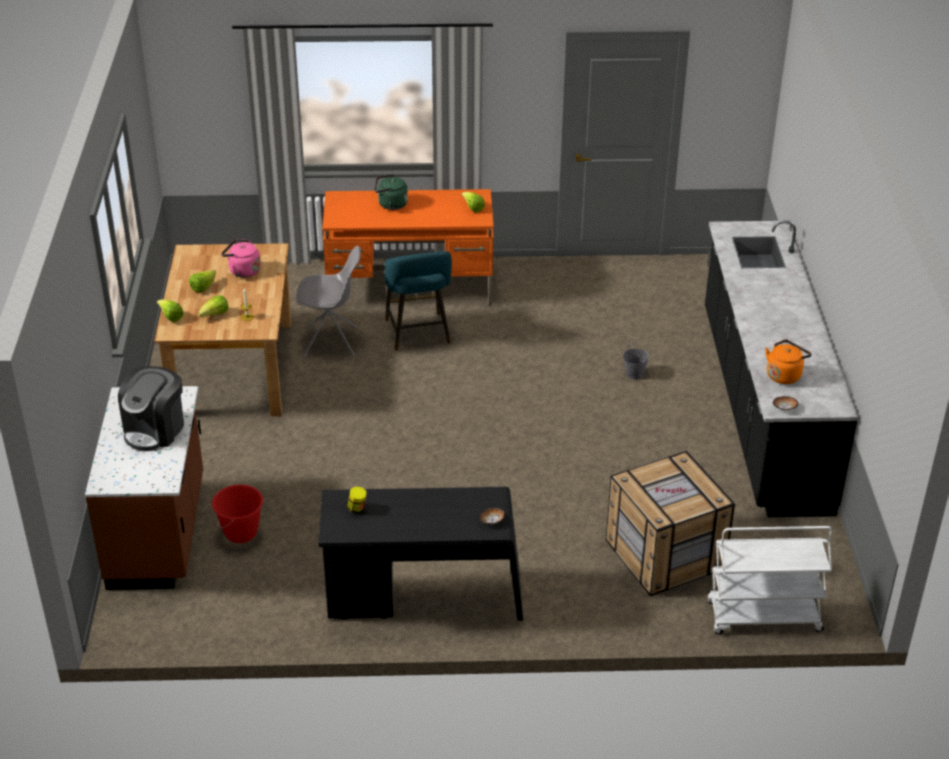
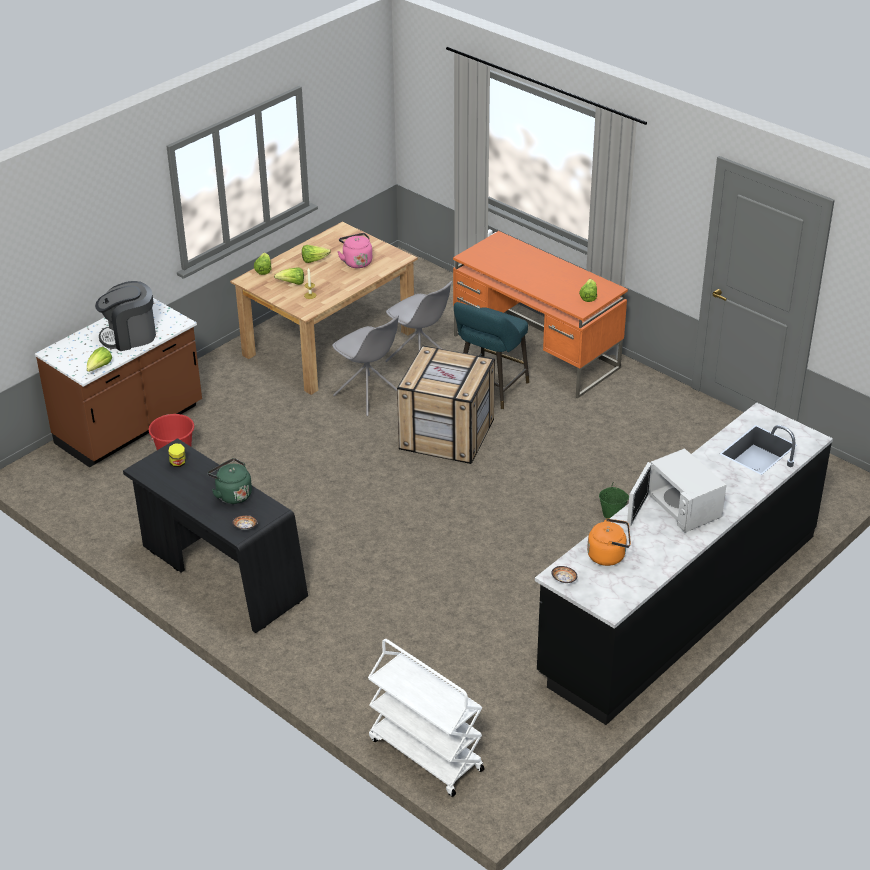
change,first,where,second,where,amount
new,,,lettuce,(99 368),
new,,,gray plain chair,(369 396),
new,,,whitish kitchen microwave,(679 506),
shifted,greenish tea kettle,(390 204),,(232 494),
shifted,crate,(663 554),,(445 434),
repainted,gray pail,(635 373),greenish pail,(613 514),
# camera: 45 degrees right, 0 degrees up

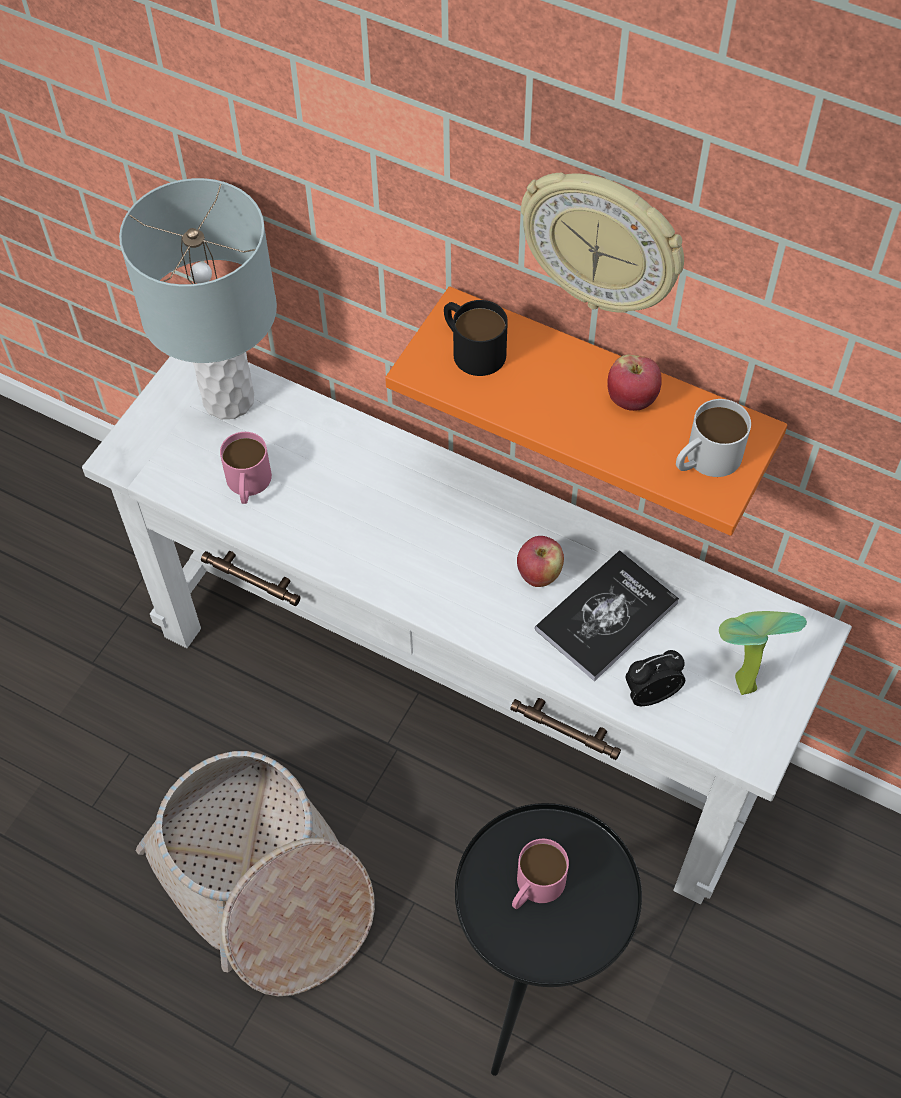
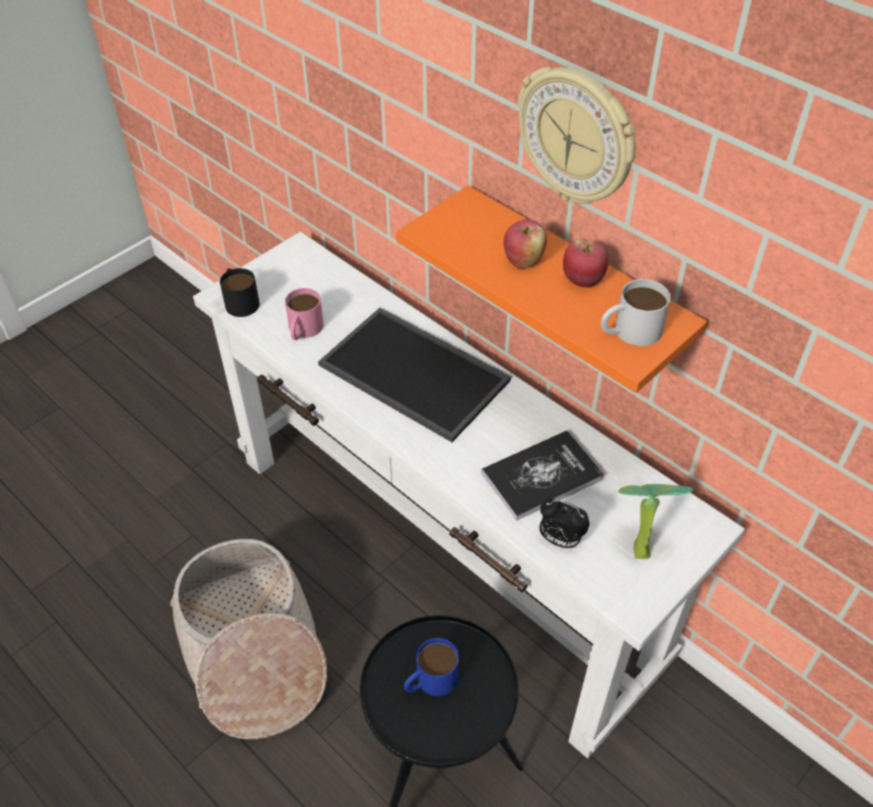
change,first,where,second,where,amount
gone,gray table lamp,(228 398),,,
new,,,tray,(410 374),
shifted,black coffee mug,(472 348),,(240 300),
shifted,apple fruit,(539 574),,(523 261),
repainted,pink-coloured coffee mug,(534 887),blue-coloured coffee mug,(430 681),
rotated,bedside clock,(651 693),,(560 540),150 degrees counterclockwise
# camera: 15 degrees right, 10 degrees down

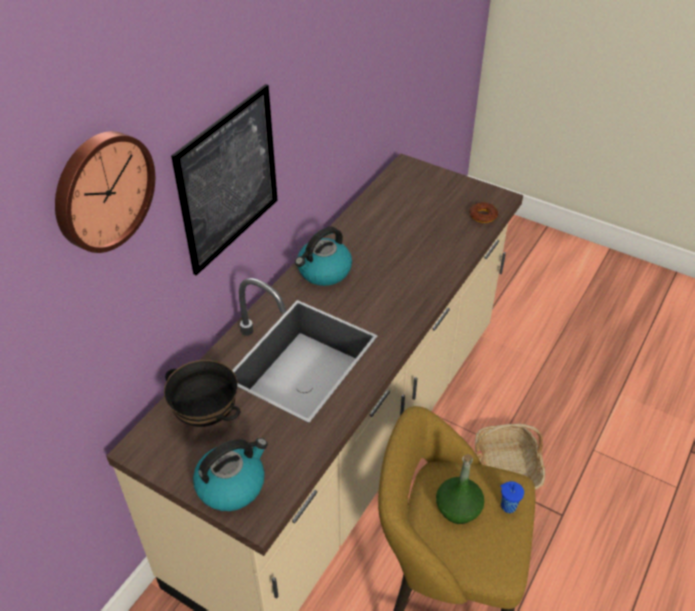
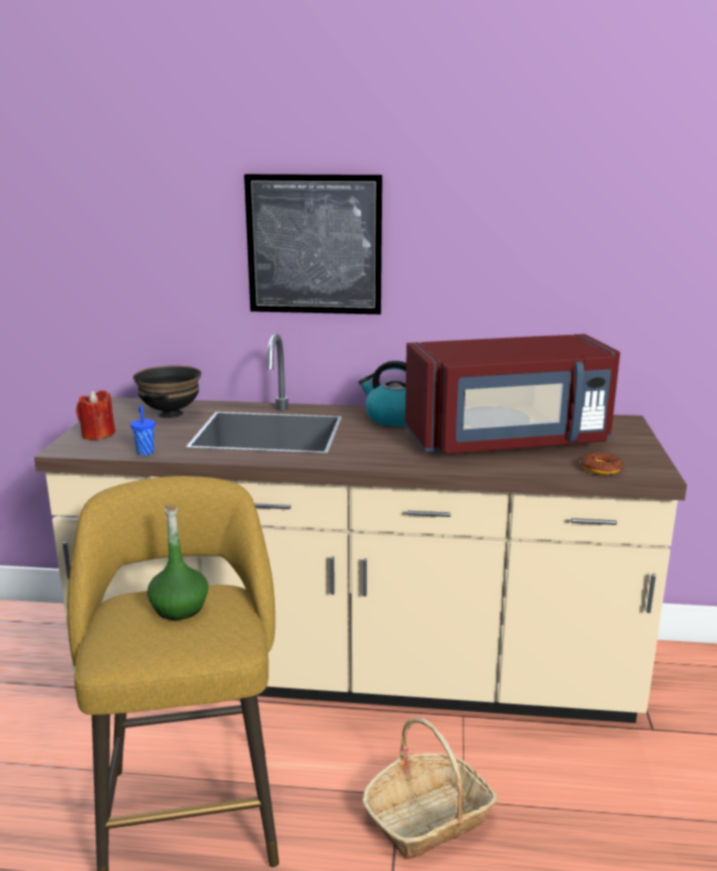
change,first,where,second,where,amount
gone,clock on the wall,(102 190),,,
new,,,red kitchen microwave,(508 441),
shifted,blue-coloured cup,(507 506),,(145 452),
swapped,tea kettle,(232 484),red wax light,(98 435),
# camera: 65 degrees right, 25 degrees down

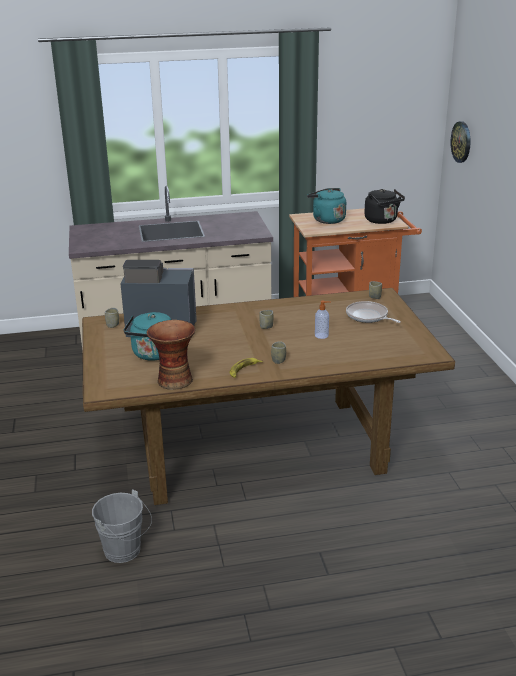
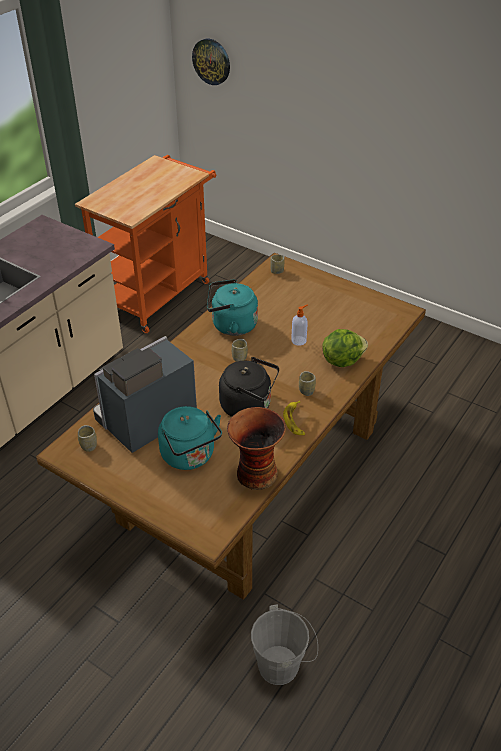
change,first,where,second,where,amount
gone,skillet,(368 316),,,
new,,,lettuce,(342 360),
shifted,blue-green tea kettle,(327 220),,(231 325),
shifted,black tea kettle,(382 221),,(249 406),
# camera: 45 degrees left, 15 degrees up

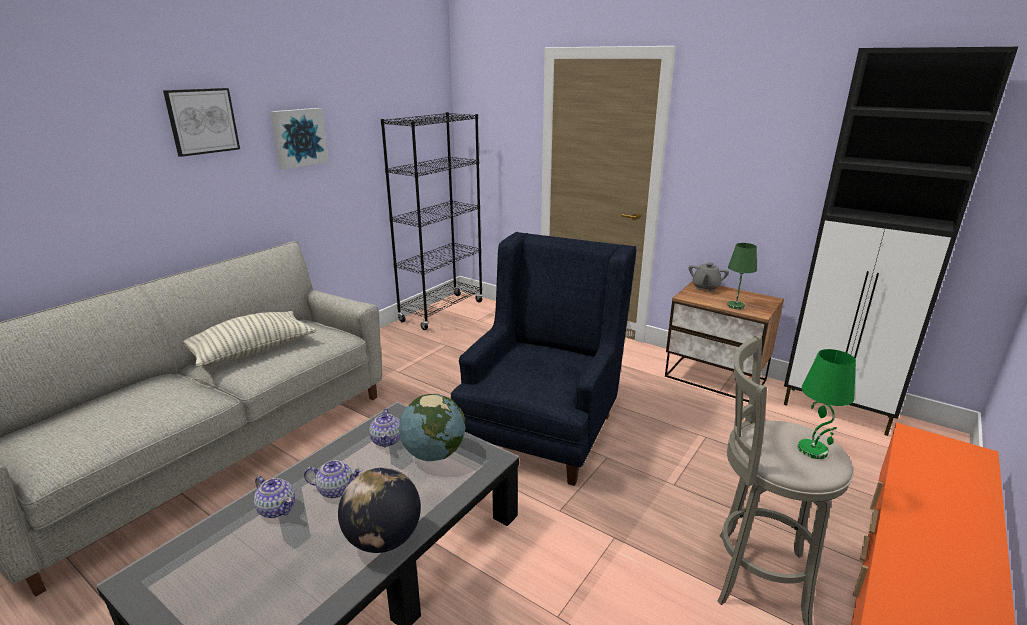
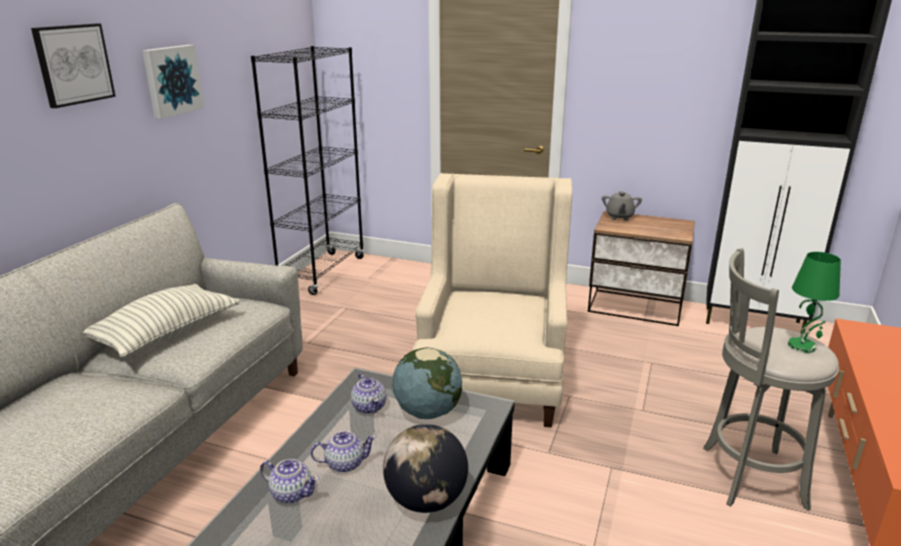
change,first,where,second,where,amount
gone,greenish table lamp,(735 305),,,
repainted,blue-coloured armchair,(543 426),beige-coloured armchair,(492 375),
# camera: 15 degrees left, 0 degrees up

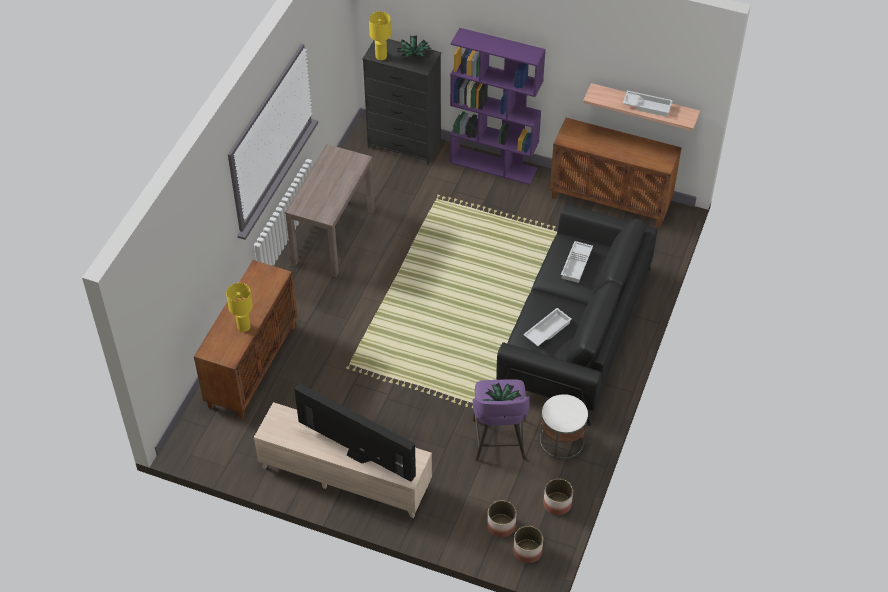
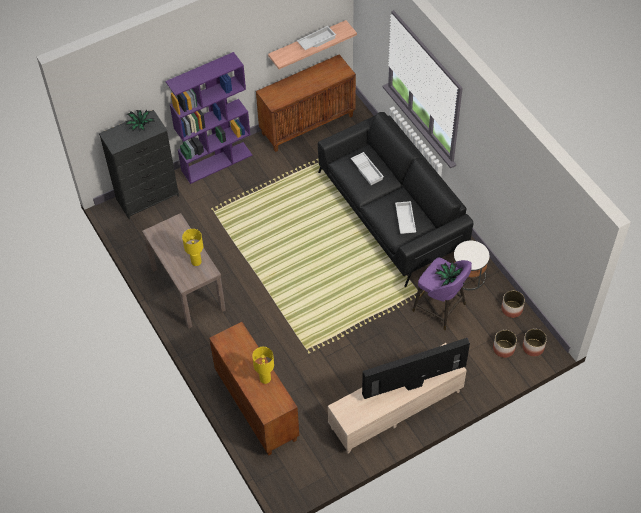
change,first,where,second,where,amount
shifted,yellow table lamp,(381 57),,(196 262),
# camera: 50 degrees left, 5 degrees up

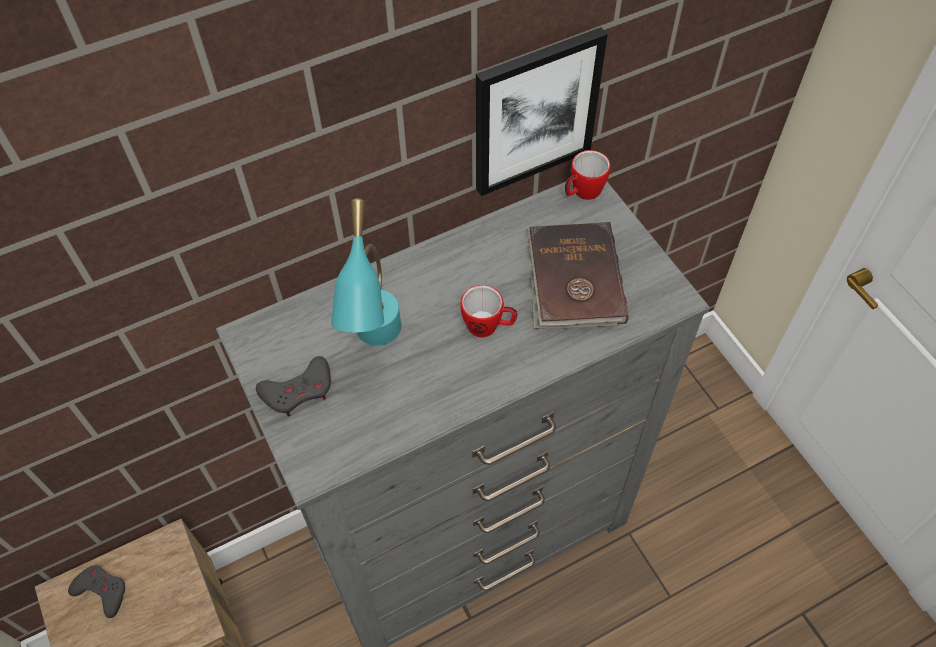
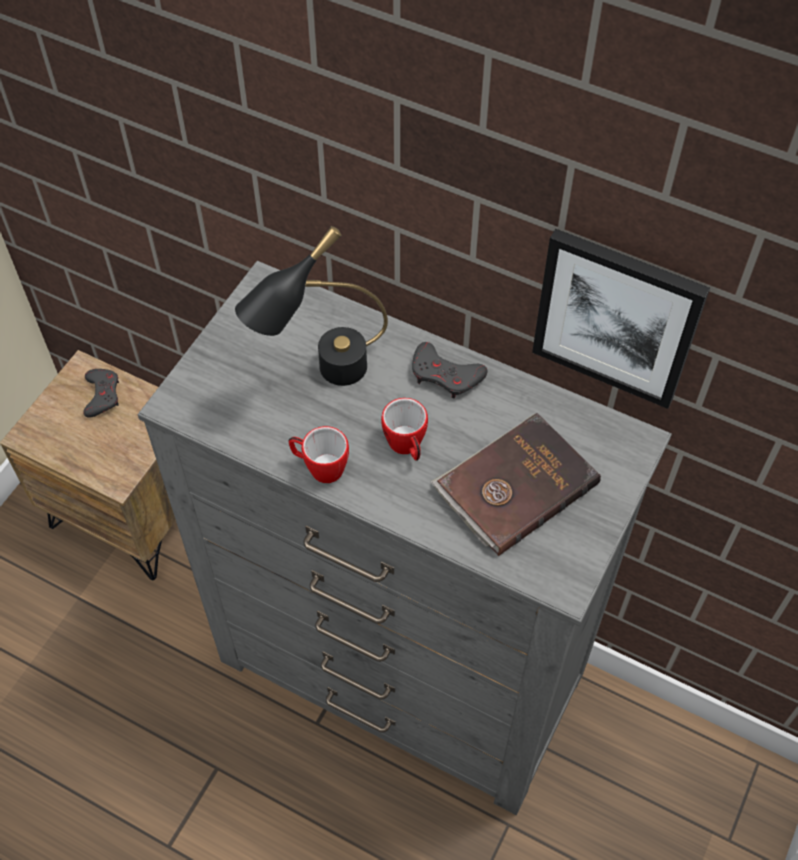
change,first,where,second,where,amount
shifted,gray game controller,(298 390),,(445 375),
shifted,coffee mug,(582 193),,(319 467),
repainted,blue-green table lamp,(376 345),black table lamp,(322 377),
# camera: 55 degrees right, 0 degrees up

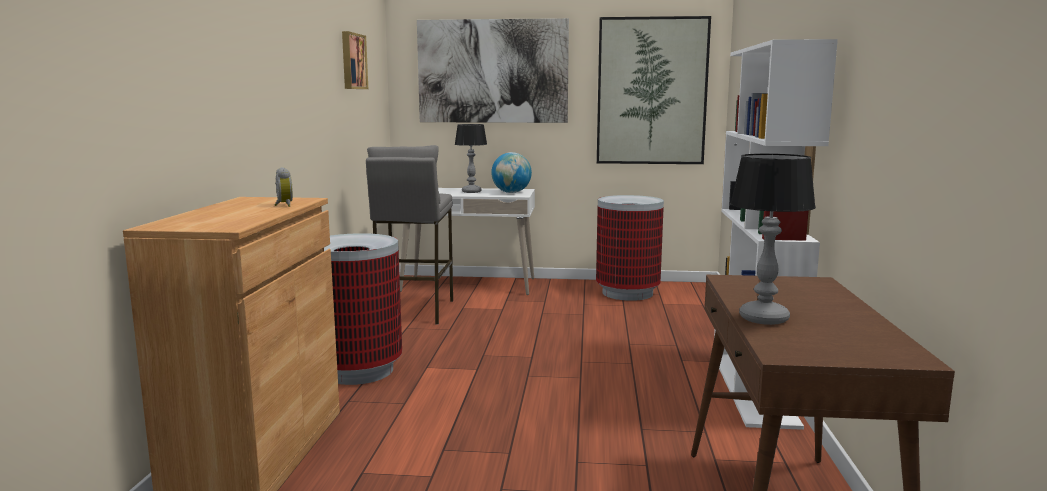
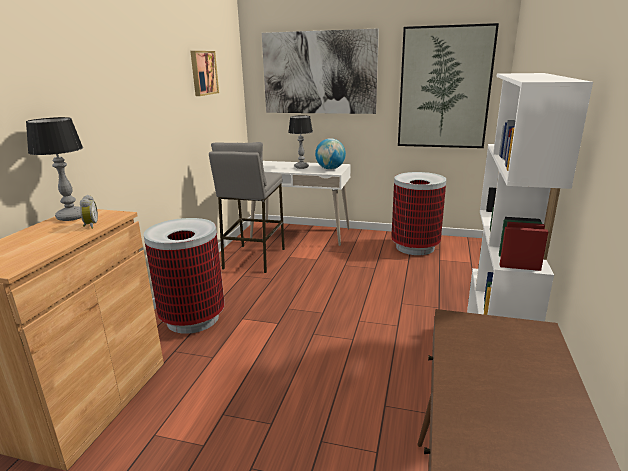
change,first,where,second,where,amount
shifted,table lamp,(765 318),,(72 217),
# camera: 10 degrees right, 10 degrees up

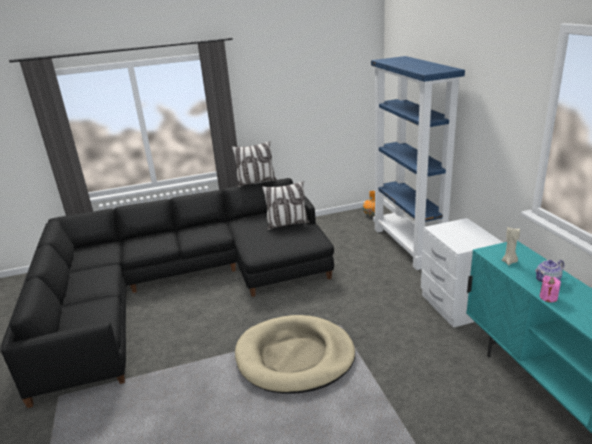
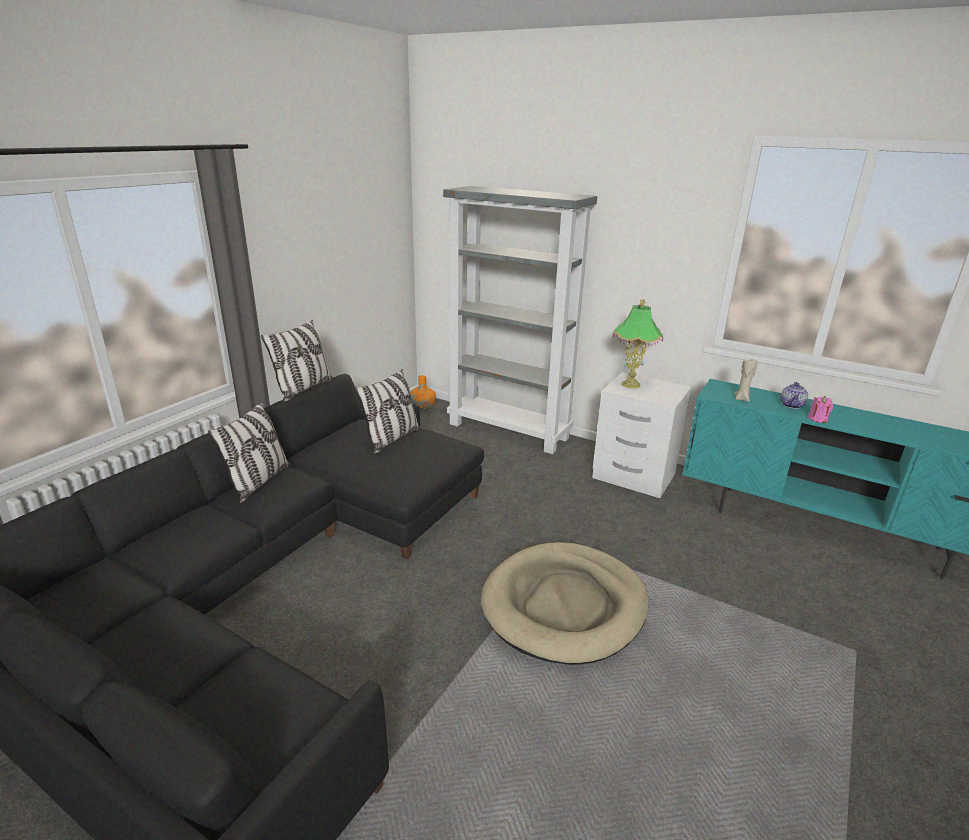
change,first,where,second,where,amount
new,,,cushion,(258 482),
new,,,table lamp,(631 384),
repainted,blue-coloured bookshelf,(408 245),gray bookshelf,(509 431),
# camera: 45 degrees left, 0 degrees up

